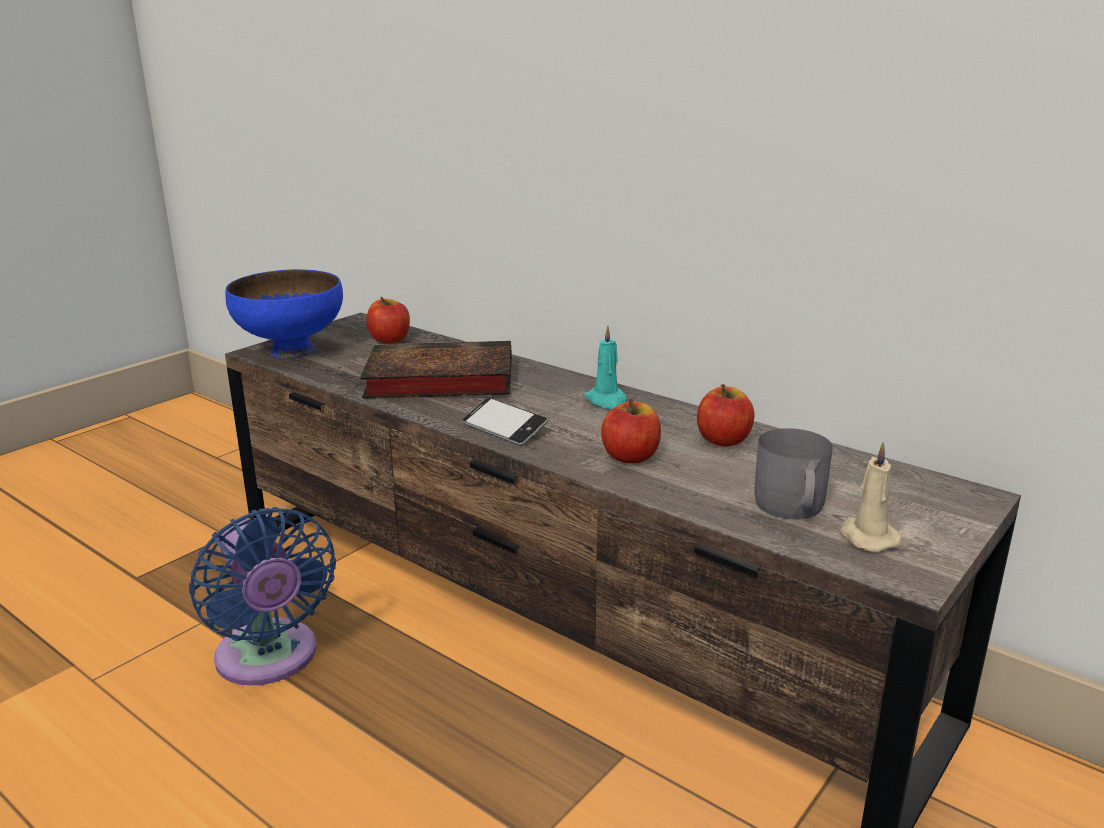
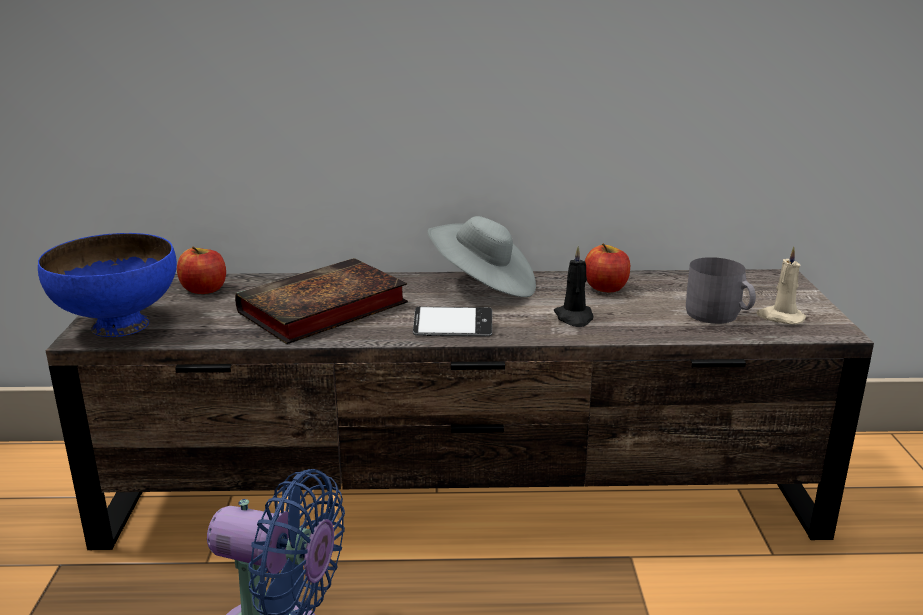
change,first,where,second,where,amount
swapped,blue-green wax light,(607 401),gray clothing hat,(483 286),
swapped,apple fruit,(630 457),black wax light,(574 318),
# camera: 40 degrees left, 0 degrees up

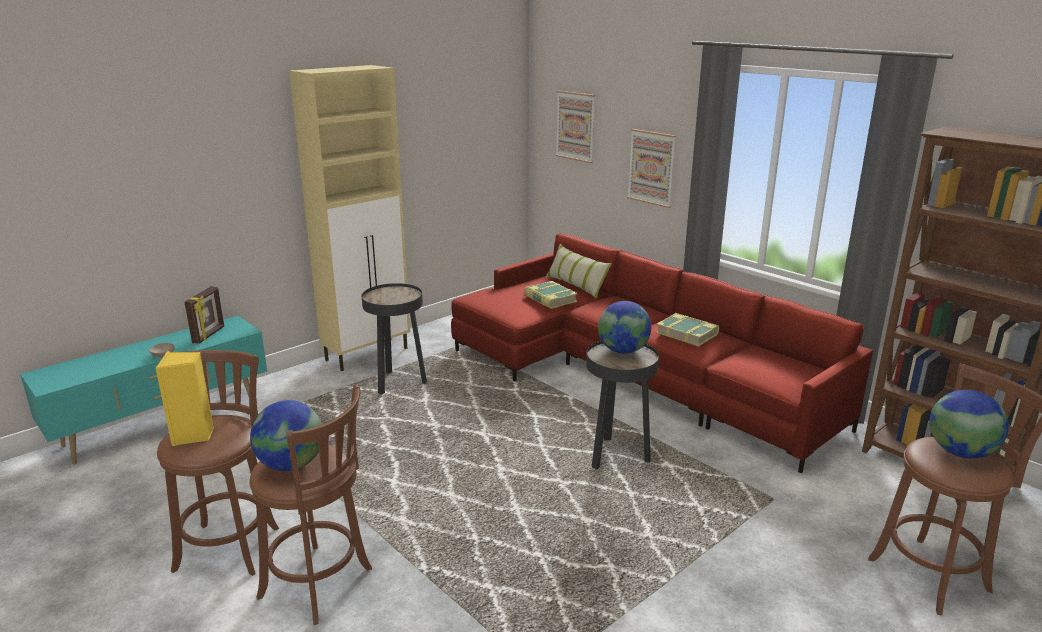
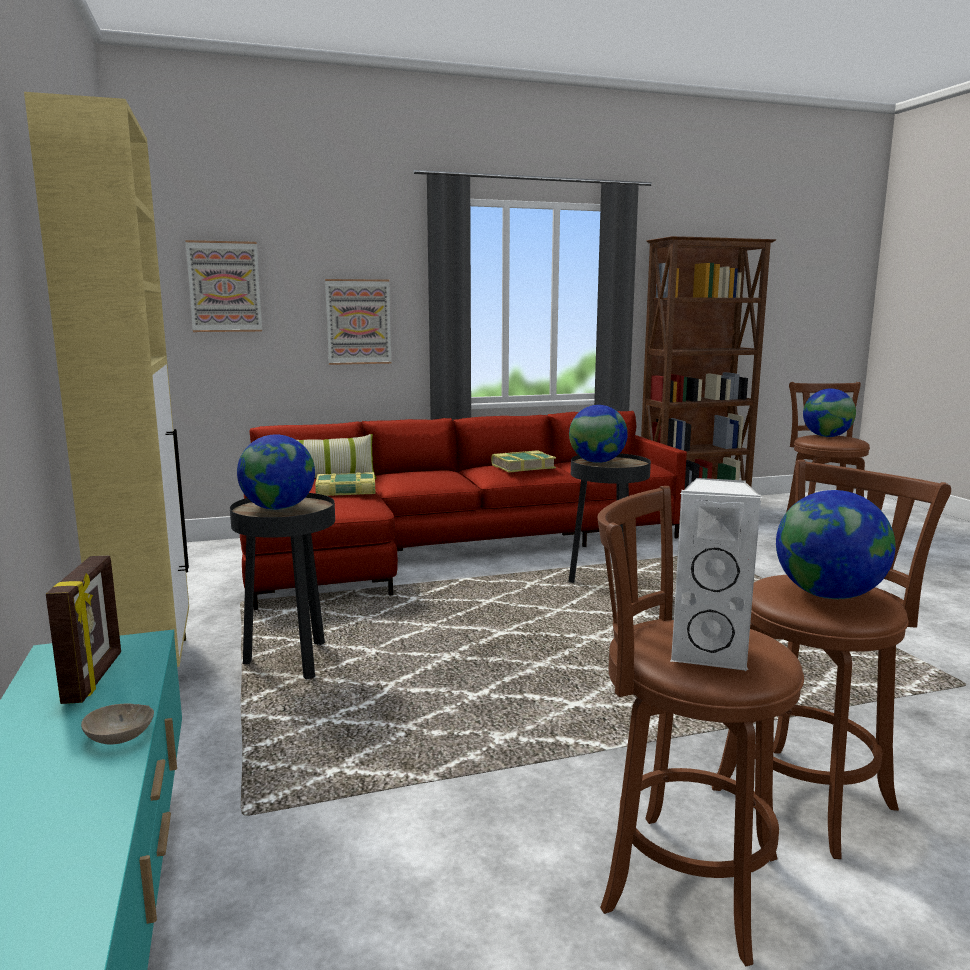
change,first,where,second,where,amount
new,,,globe,(278 508),
repainted,yellow speaker,(193 435),whitish speaker,(709 653),
rotated,photo frame,(209 335),,(95 678),45 degrees clockwise
# camera: 65 degrees left, 10 degrees down

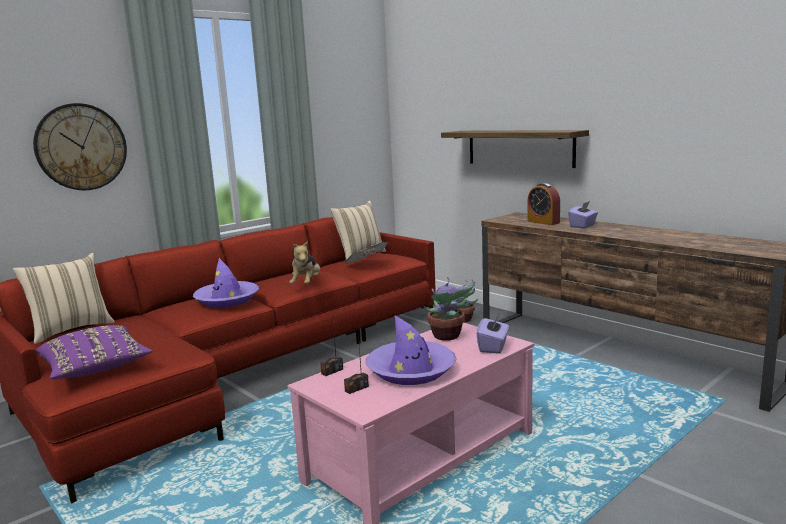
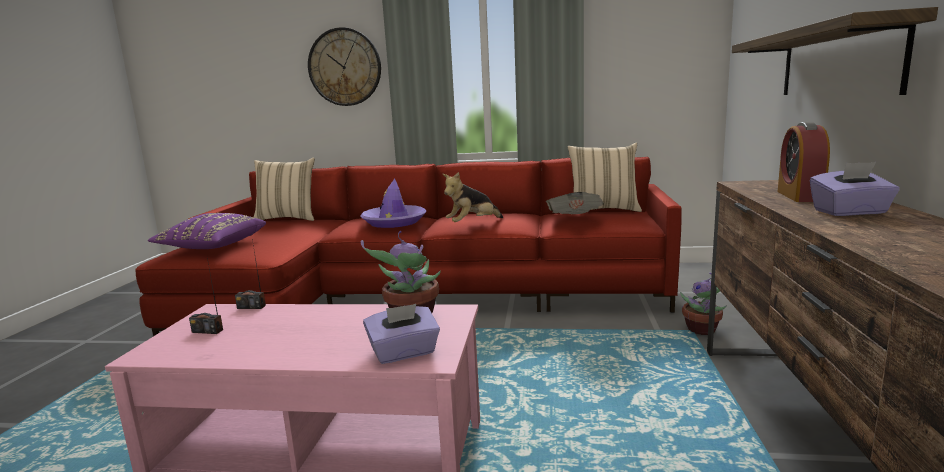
change,first,where,second,where,amount
gone,purple clothing hat,(411 370),,,
# camera: 50 degrees right, 0 degrees up

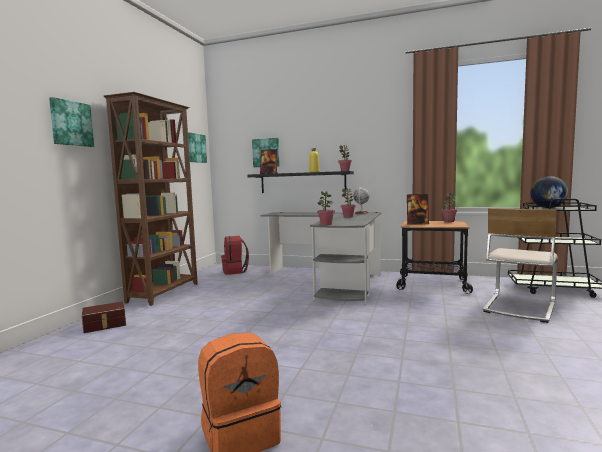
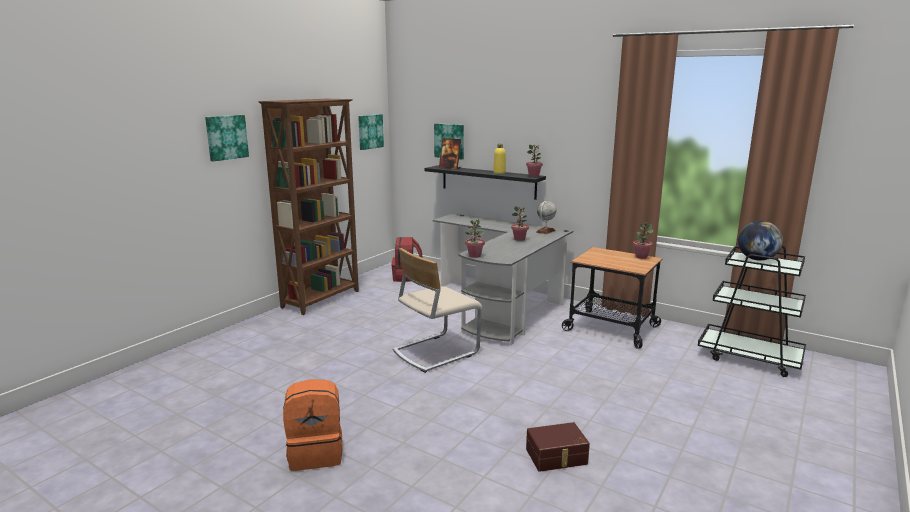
change,first,where,second,where,amount
gone,photo frame,(417 223),,,
shifted,brown storage bin,(105 325),,(557 457),
shifted,beige-coloured plain chair,(518 307),,(435 352),
# camera: 15 degrees right, 10 degrees up

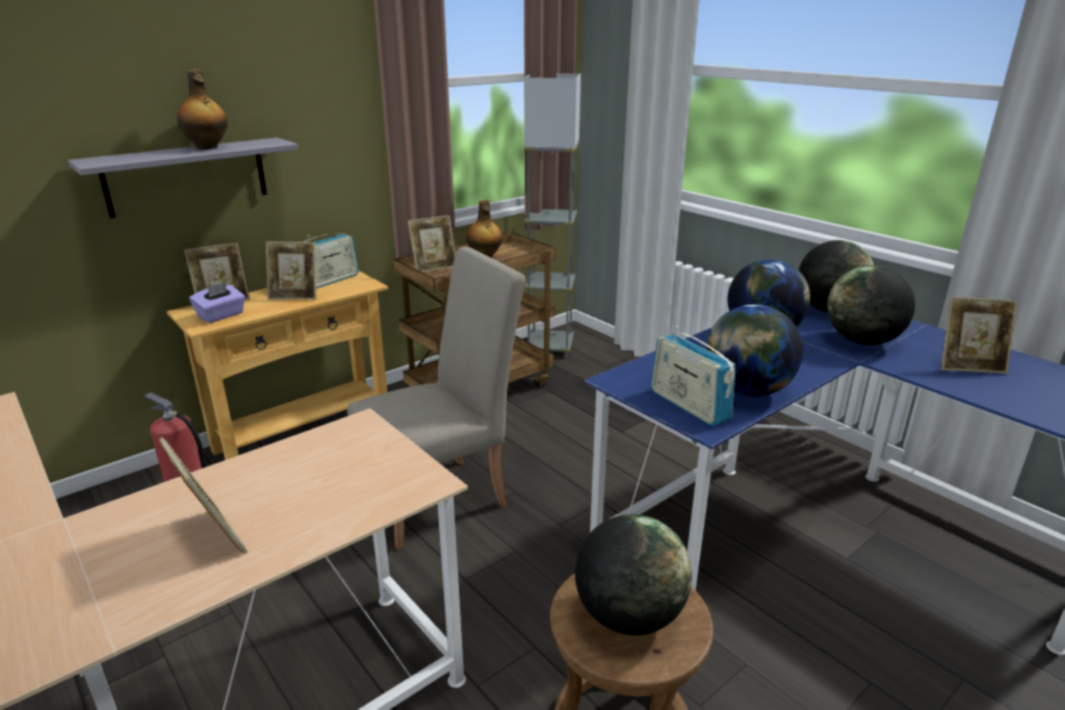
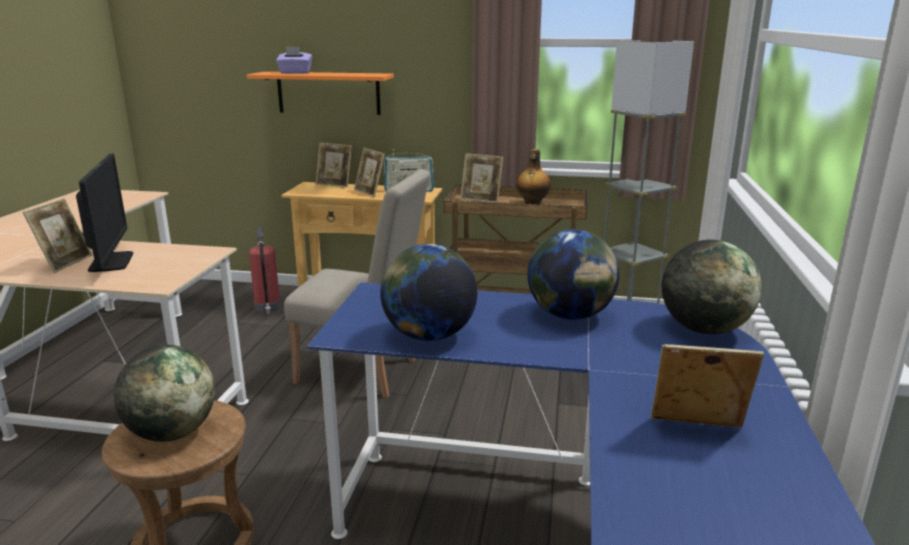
change,first,where,second,where,amount
gone,drink bottle,(207 148),,,
gone,radio,(689 405),,,
gone,globe,(862 341),,,
new,,,monitor,(111 262),
shifted,purple tissue holder,(221 316),,(295 73),
repainted,gray wall shelf,(186 177),orange-coloured wall shelf,(328 93),
rotated,photo frame,(969 367),,(696 431),135 degrees clockwise
# camera: 50 degrees right, 5 degrees down

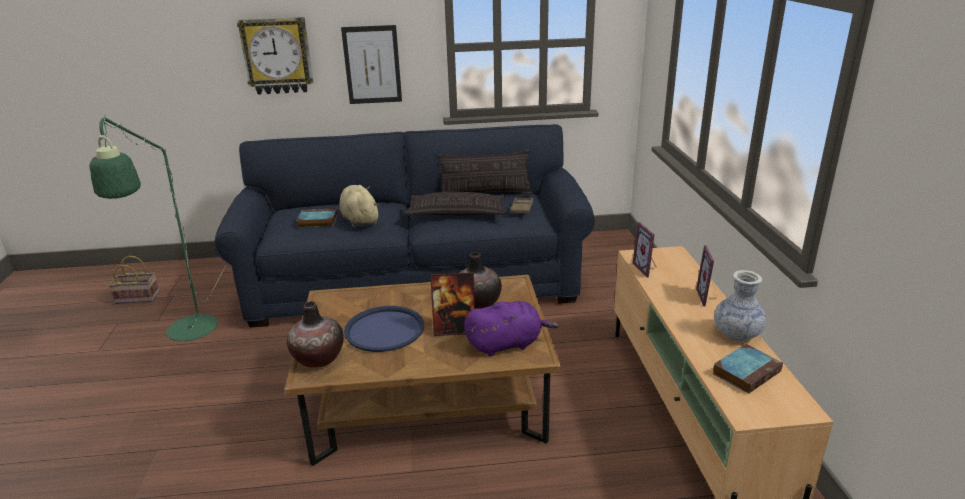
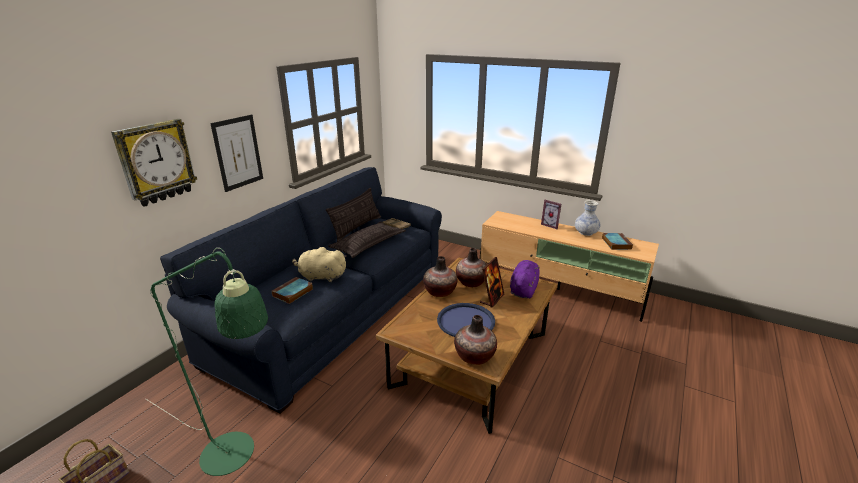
change,first,where,second,where,amount
gone,photo frame,(647 269),,,
new,,,flower vase,(440 292),
# camera: 55 degrees left, 0 degrees up

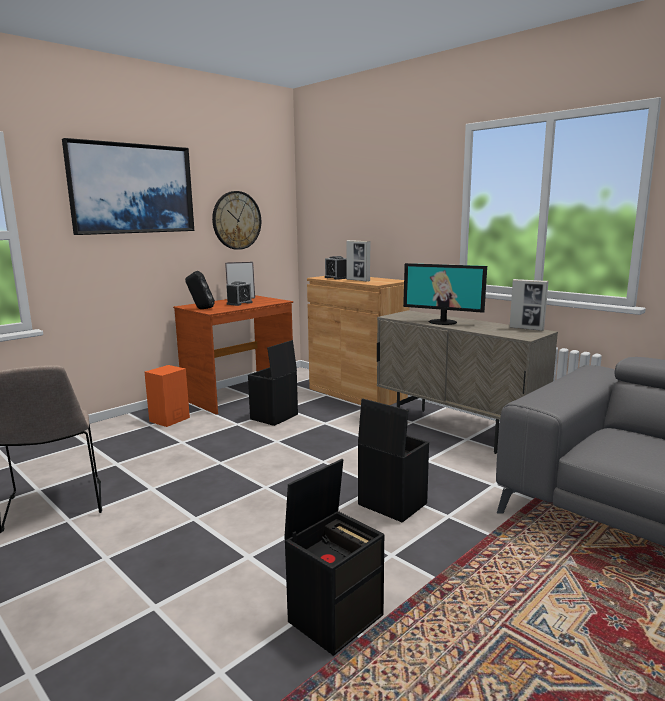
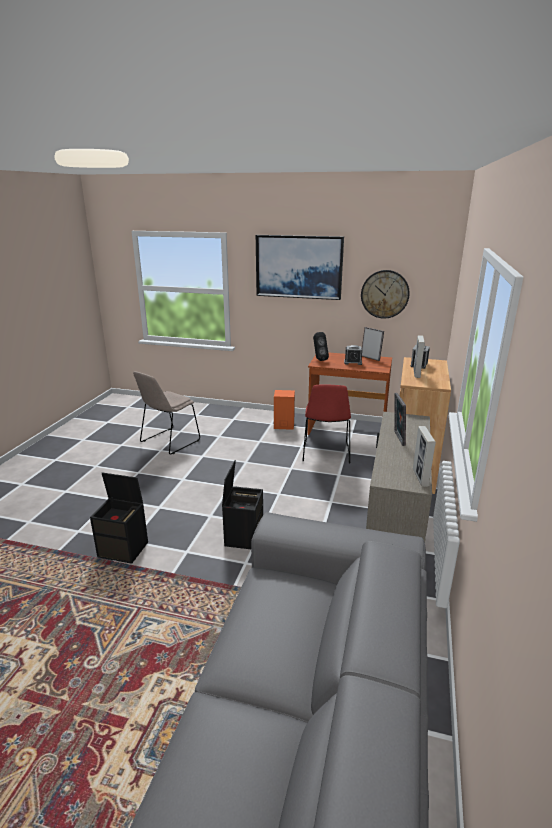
change,first,where,second,where,amount
swapped,black storage bin,(274 417),red plain chair,(326 454),
swapped,monitor,(443 322),photo frame,(397 438),
# camera: 60 degrees right, 10 degrees up

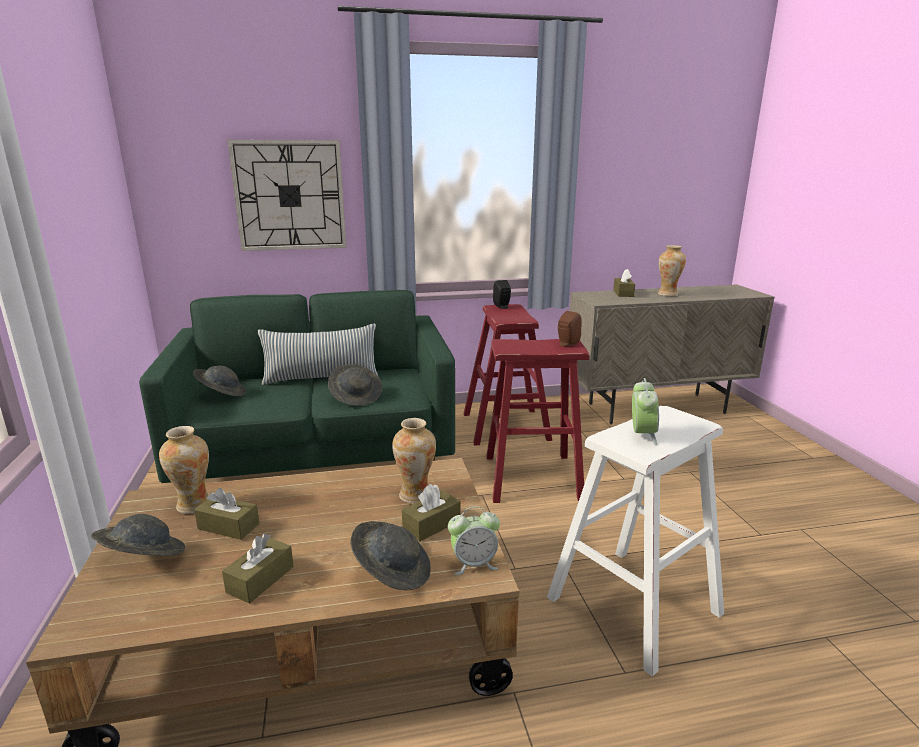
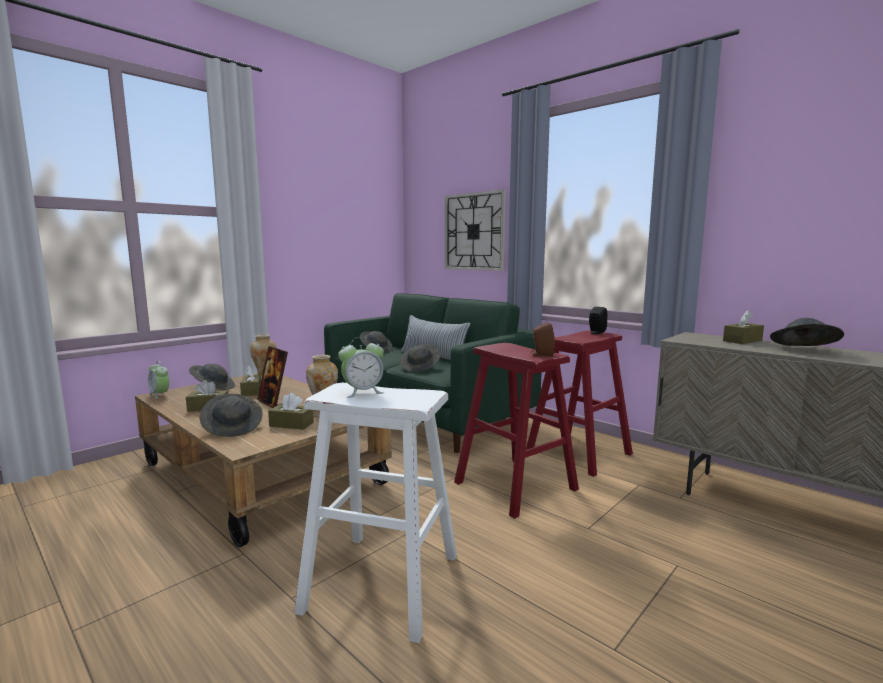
change,first,where,second,where,amount
new,,,photo frame,(274 402),
shifted,bedside clock,(473 564),,(160 395),
swapped,flower vase,(667 294),gray clothing hat,(803 350),
# camera: 55 degrees right, 10 degrees down

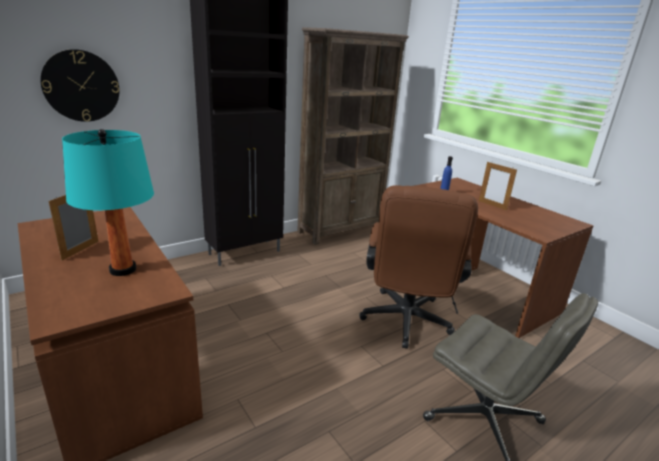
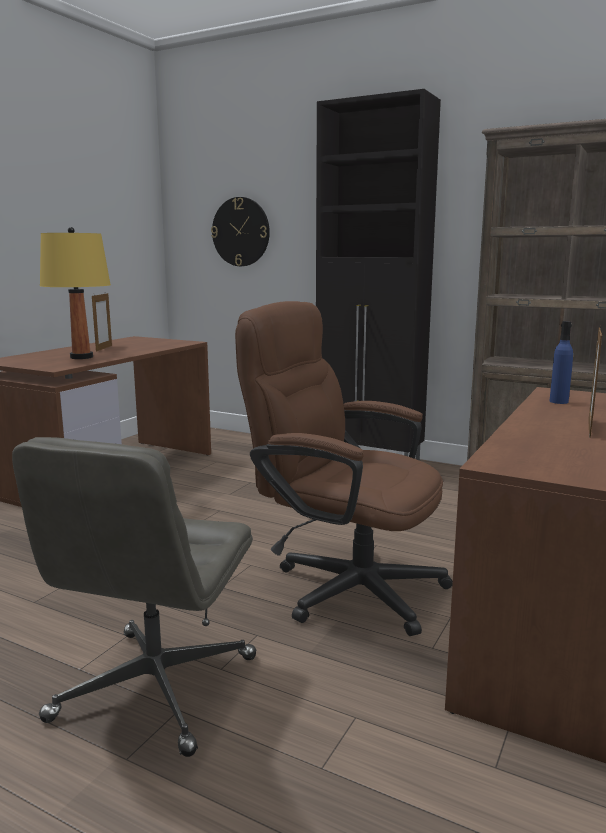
change,first,where,second,where,amount
repainted,blue-green table lamp,(122 270),yellow table lamp,(81 357),
rotated,photo frame,(80 250),,(104 348),105 degrees clockwise
rotated,brown desk chair,(405 323),,(344 585),45 degrees clockwise
# camera: 65 degrees right, 10 degrees down

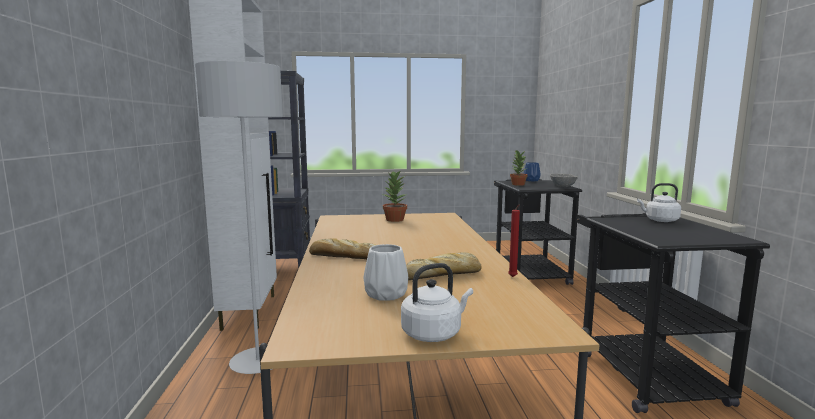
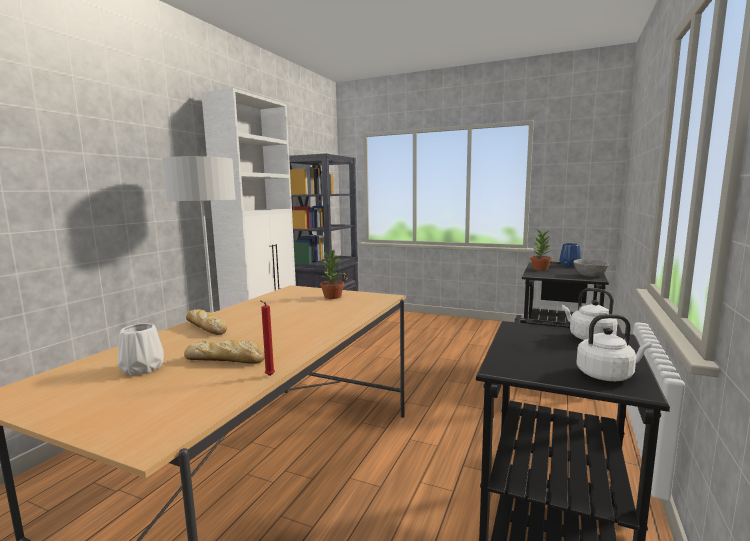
change,first,where,second,where,amount
shifted,whitish tea kettle,(434 333),,(607 375),
# camera: 30 degrees right, 0 degrees up

